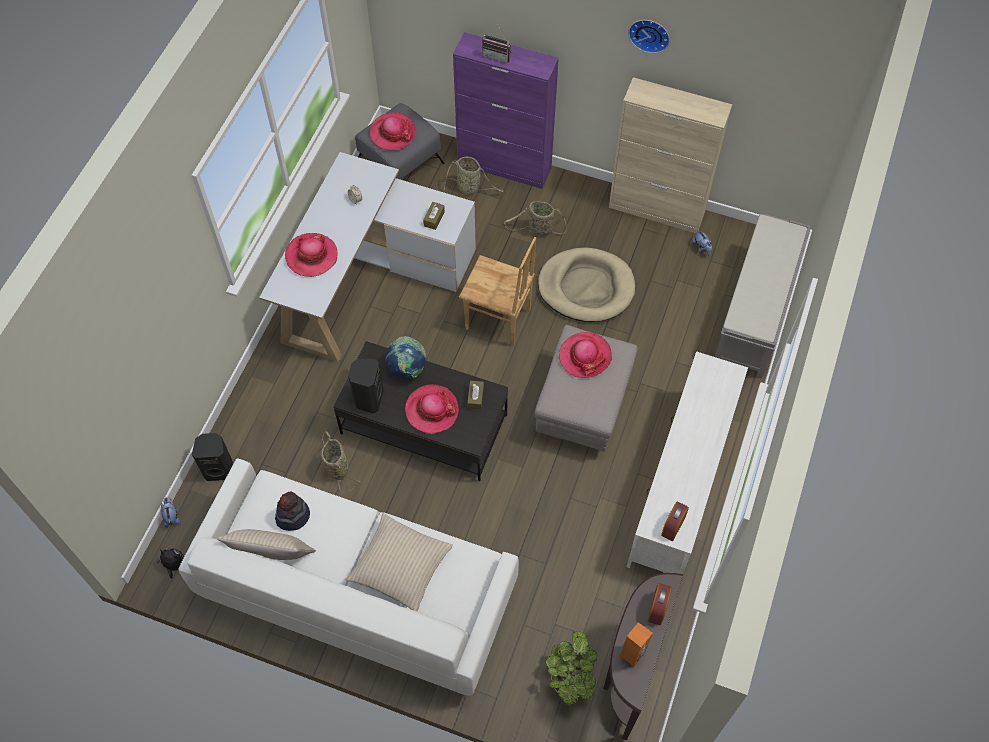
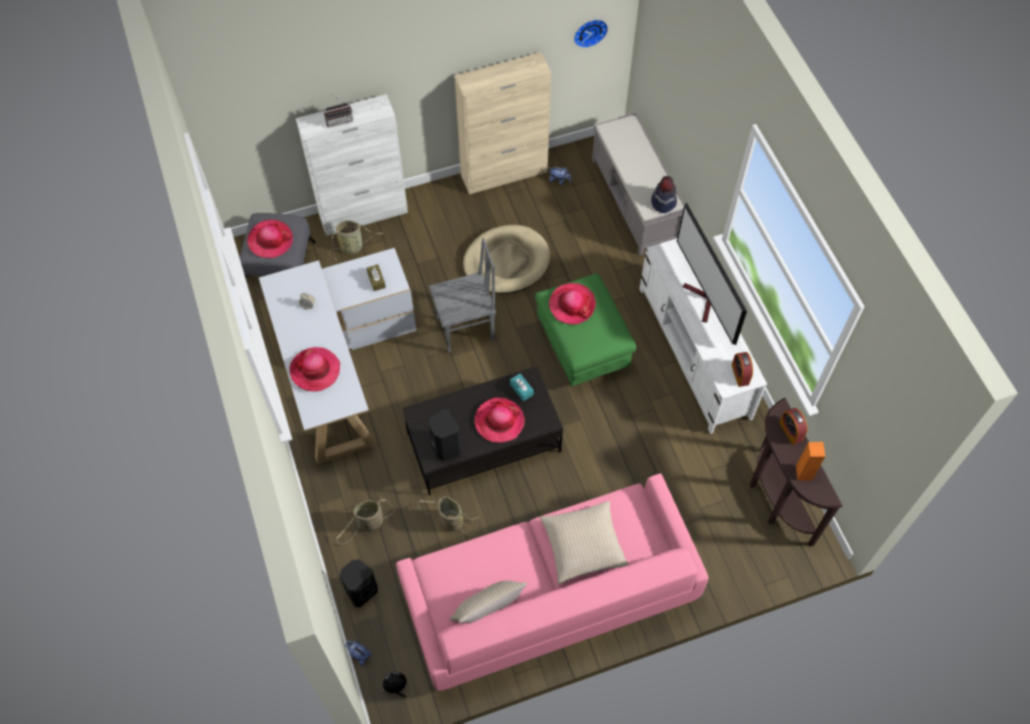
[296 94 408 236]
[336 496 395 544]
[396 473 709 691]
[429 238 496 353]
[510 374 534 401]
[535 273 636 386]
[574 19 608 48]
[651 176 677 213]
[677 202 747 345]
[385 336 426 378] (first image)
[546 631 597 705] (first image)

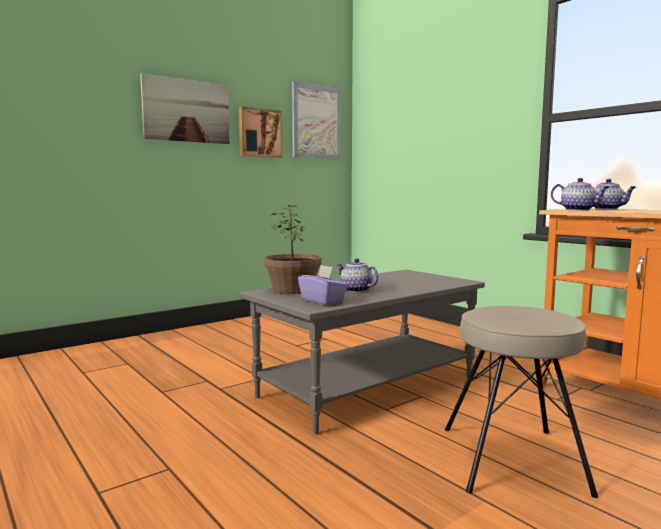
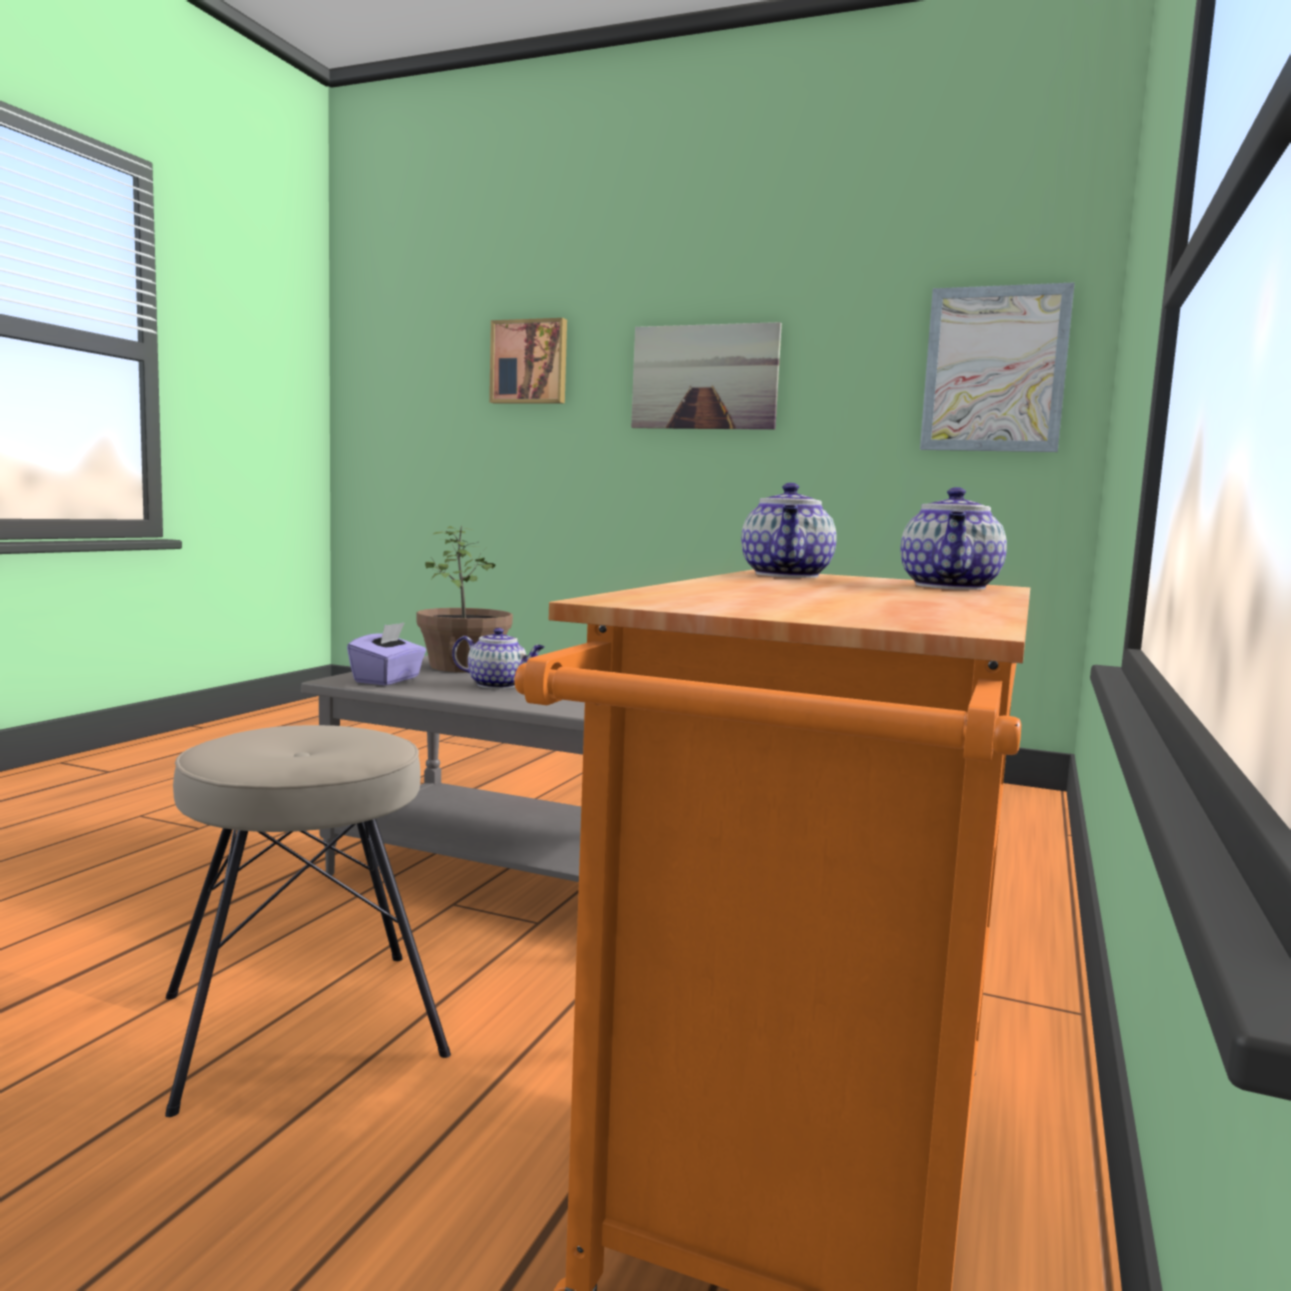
[452 628 545 689]
[489 318 567 404]

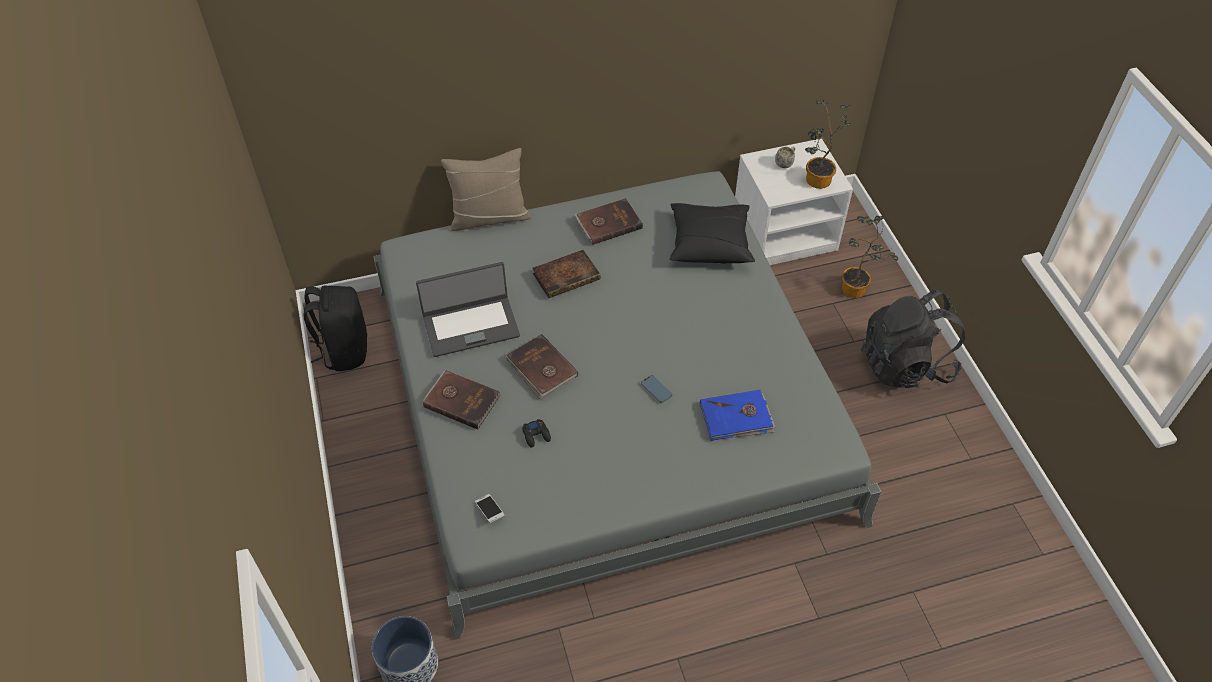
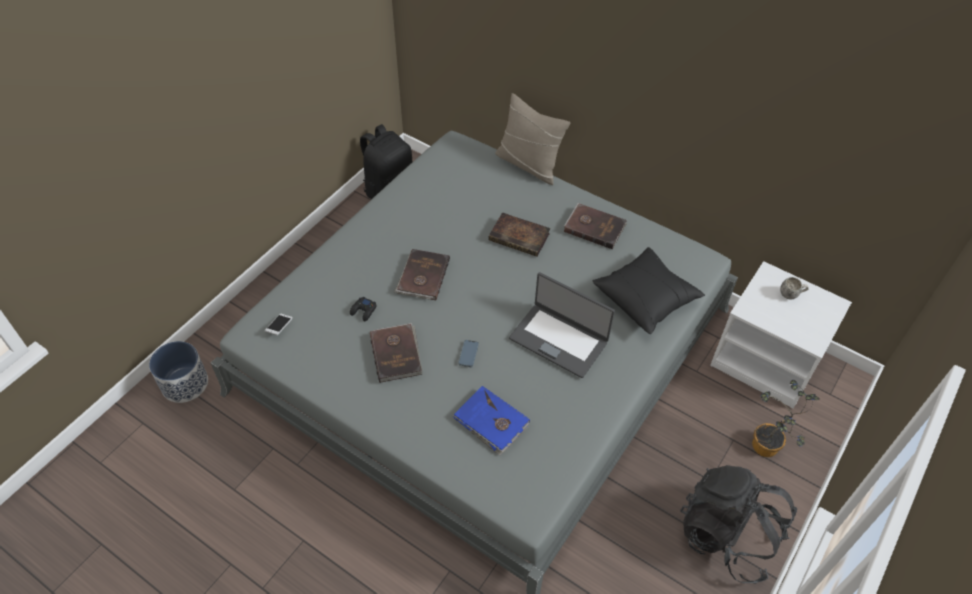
[370 323 422 383]
[509 272 615 378]
[805 100 851 189] (first image)

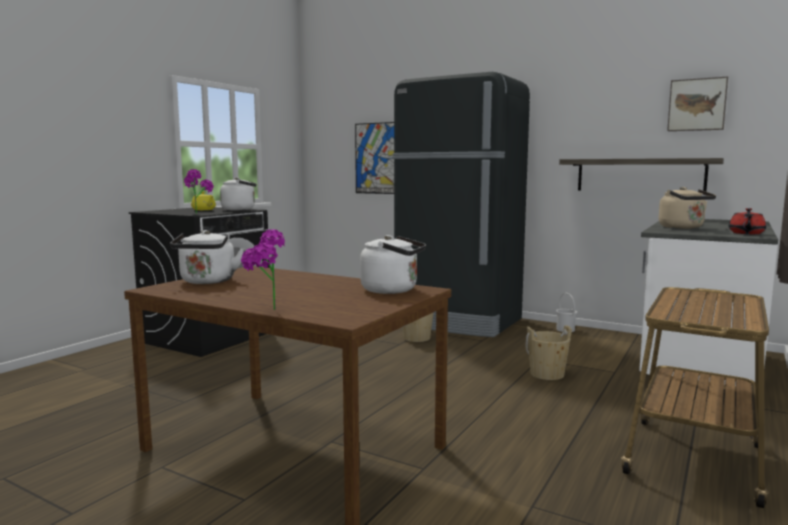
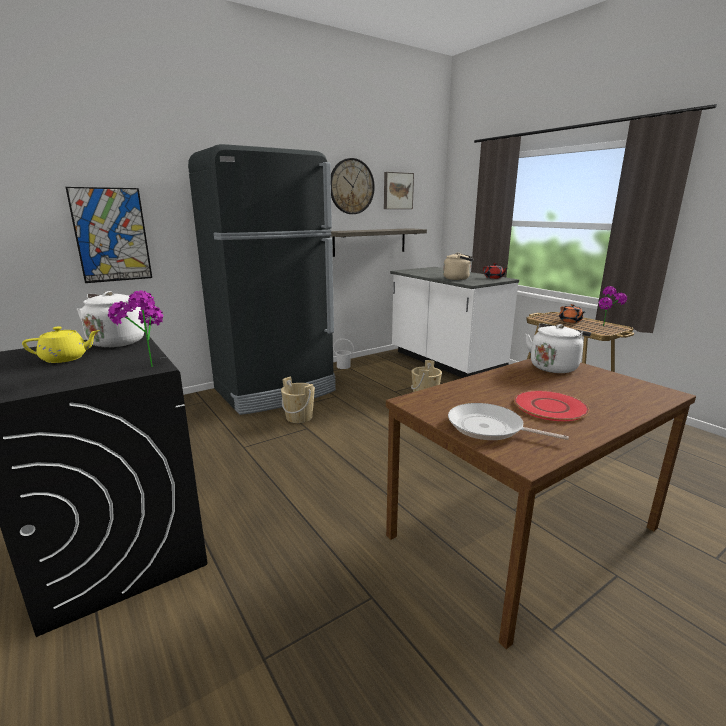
[331 158 375 214]
[448 403 569 440]
[514 390 589 421]
[559 304 584 323]
[599 286 627 326]

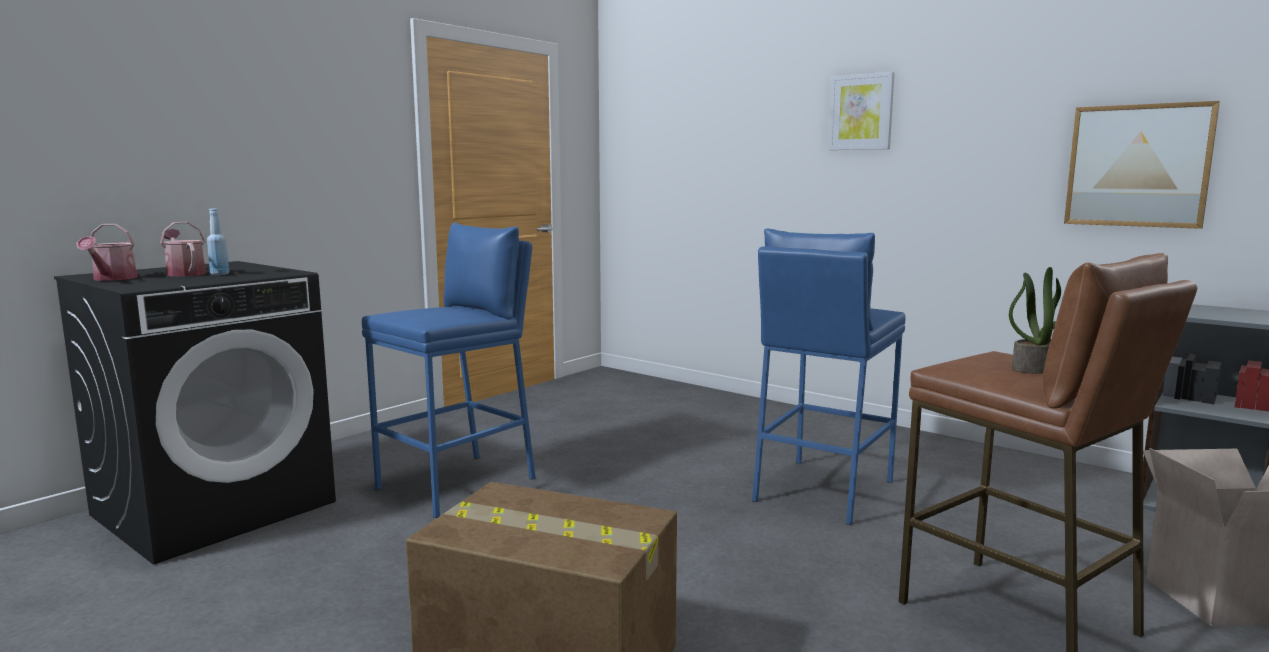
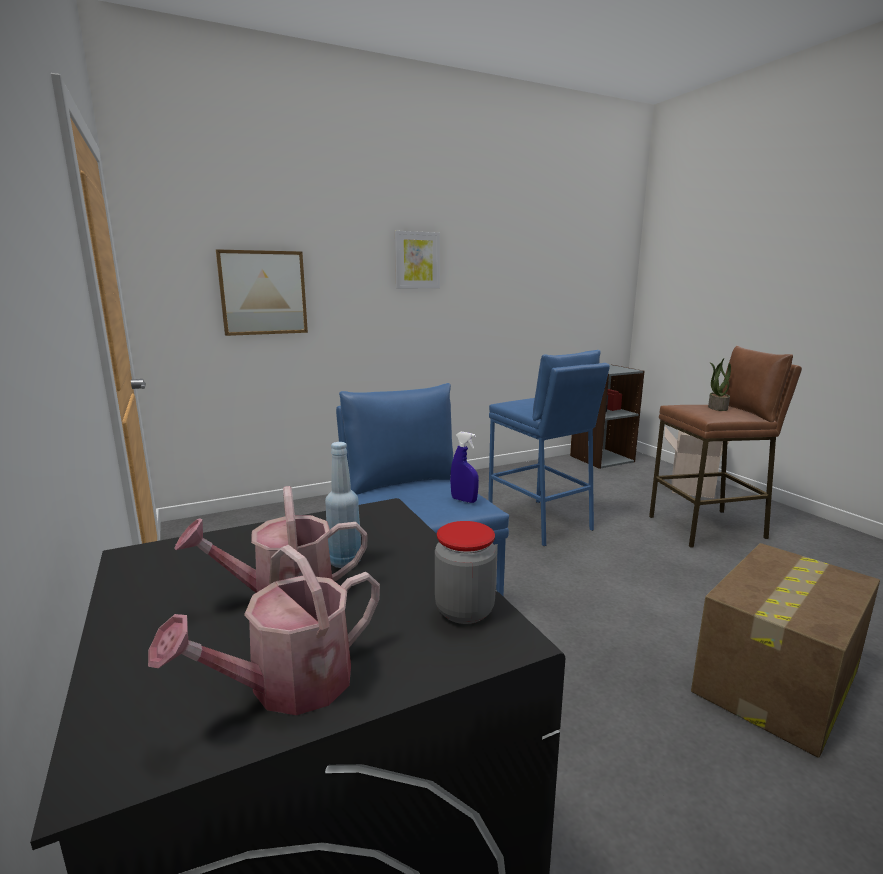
[148 545 380 715]
[216 249 308 336]
[435 521 497 624]
[450 432 479 503]

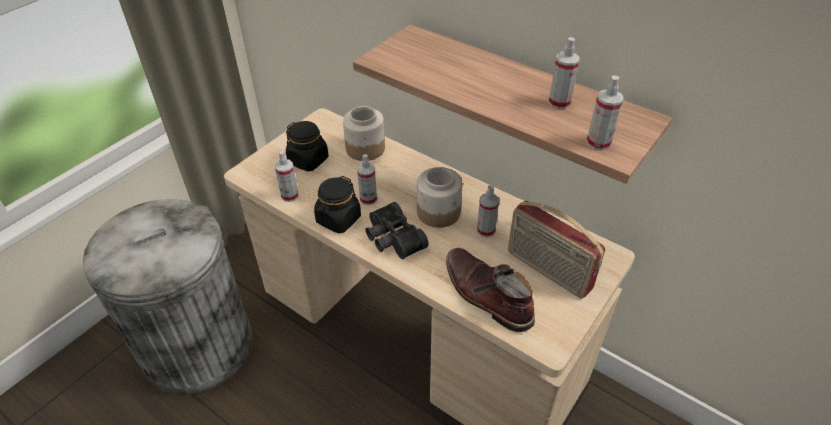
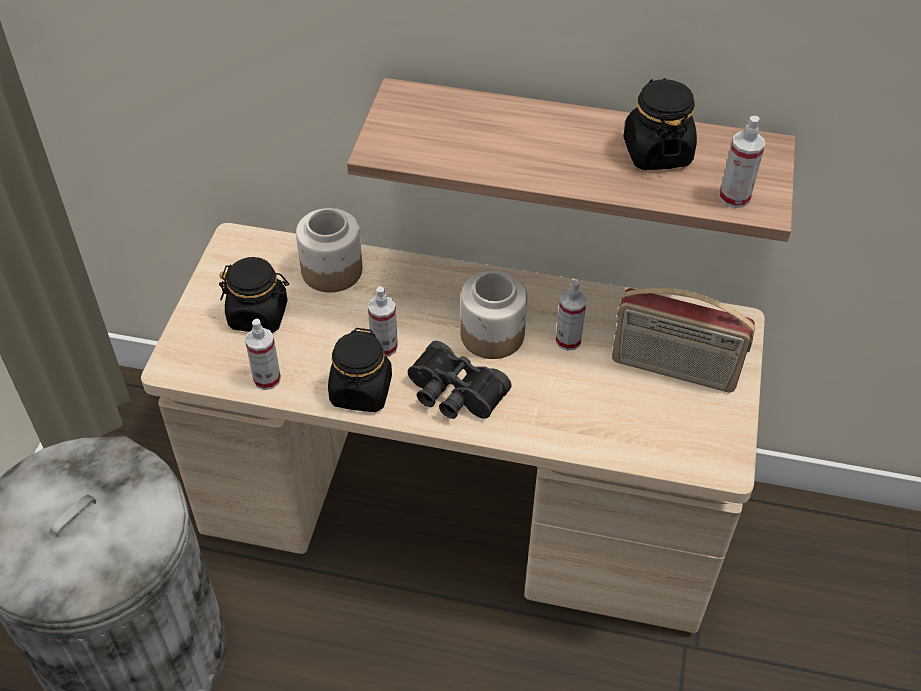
[623 78 697 170]
[446 248 535 332] (first image)

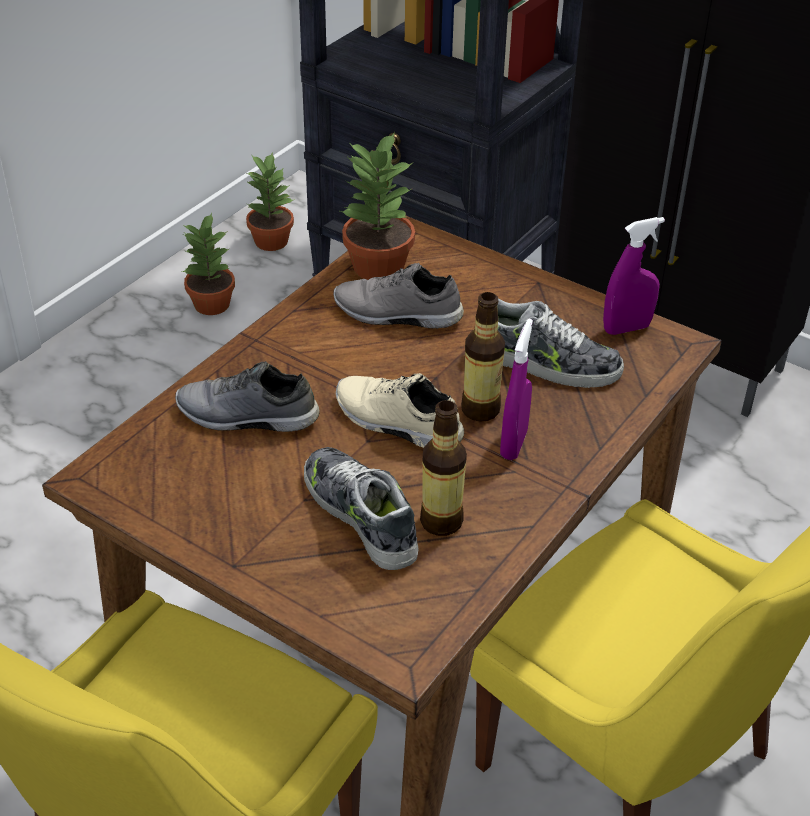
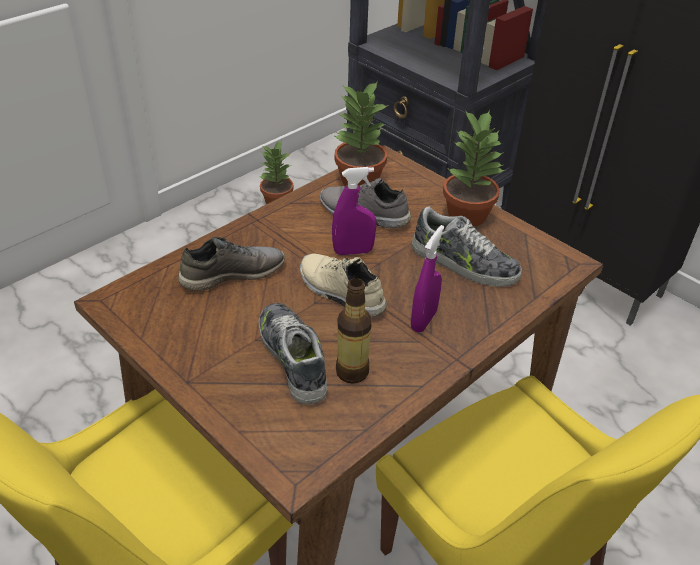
[178 237 285 291]
[332 167 377 255]
[443 110 505 227]
[461 292 505 422] (first image)

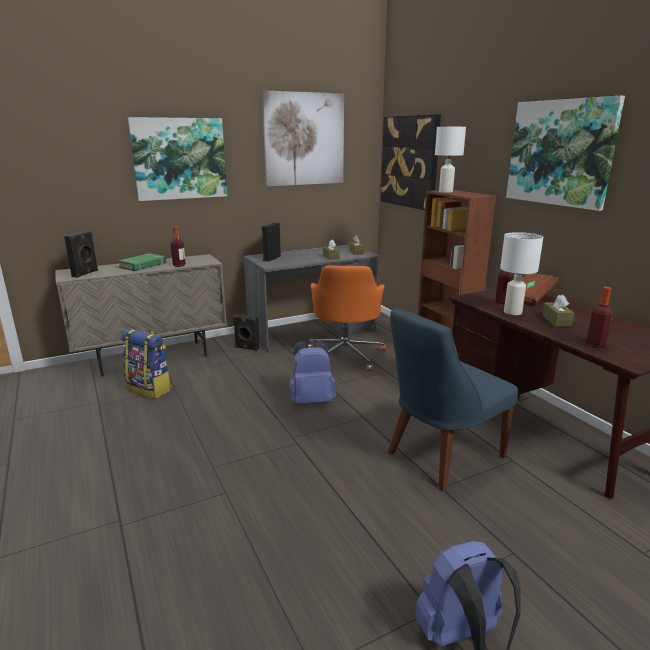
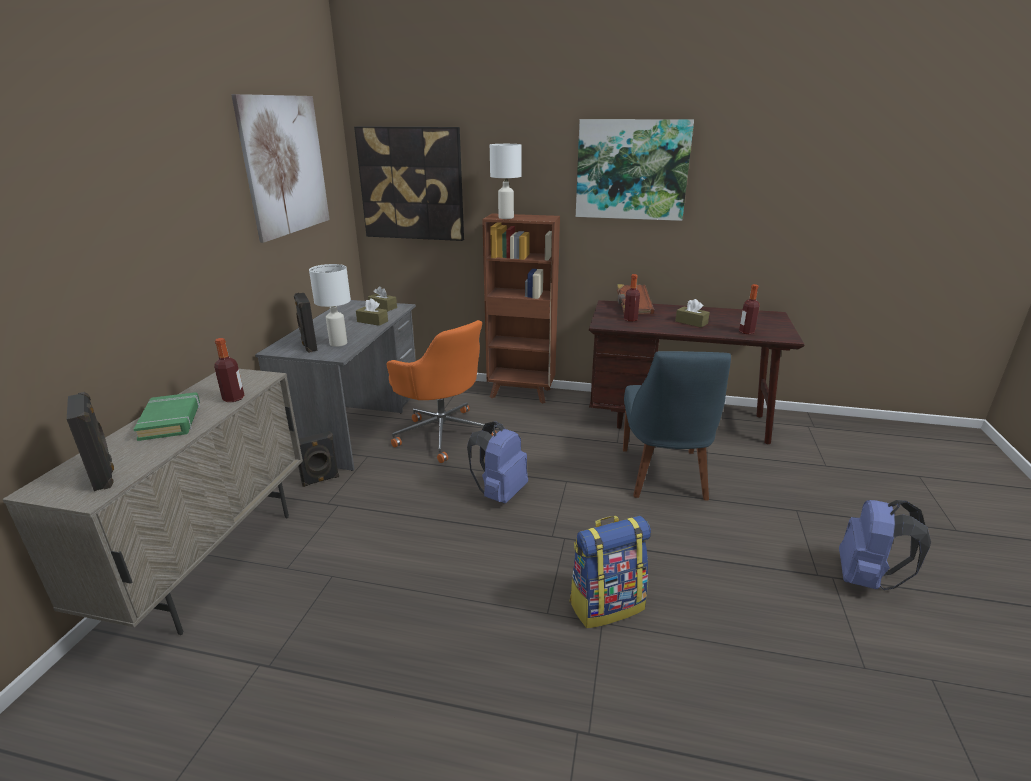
[309 264 351 347]
[569 516 651 628]
[128 117 227 201] (first image)

